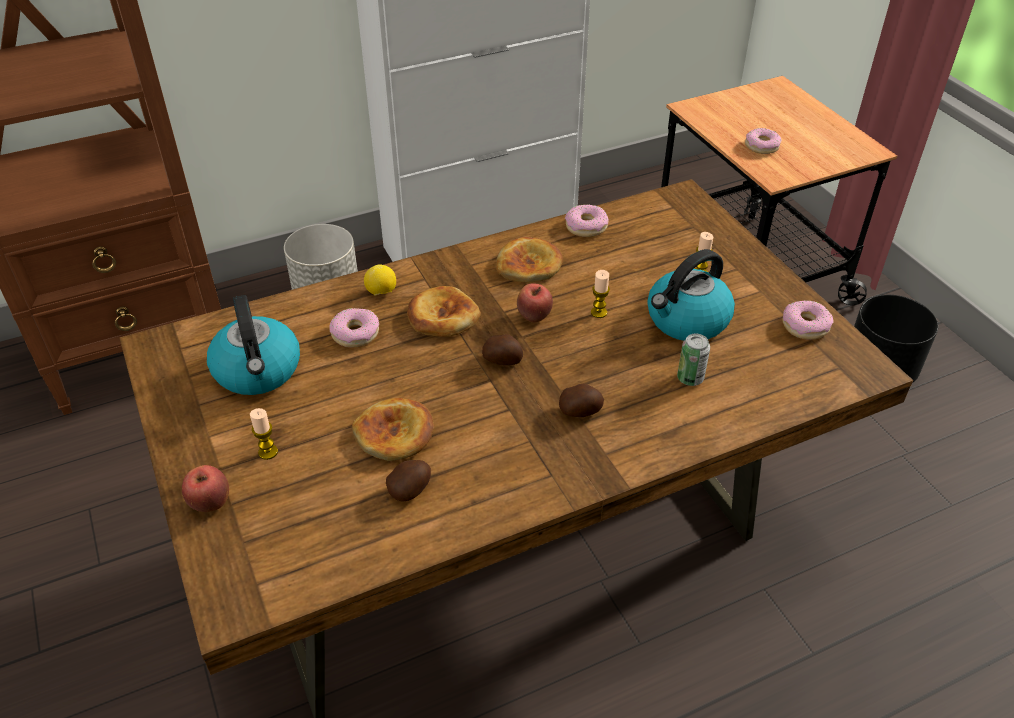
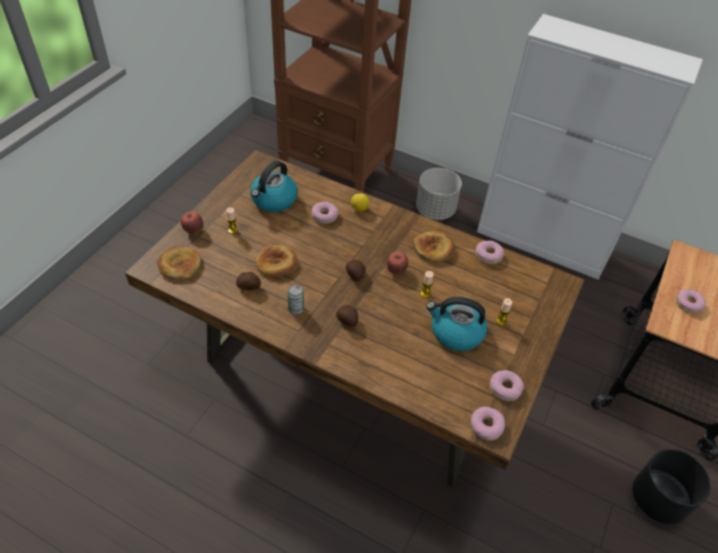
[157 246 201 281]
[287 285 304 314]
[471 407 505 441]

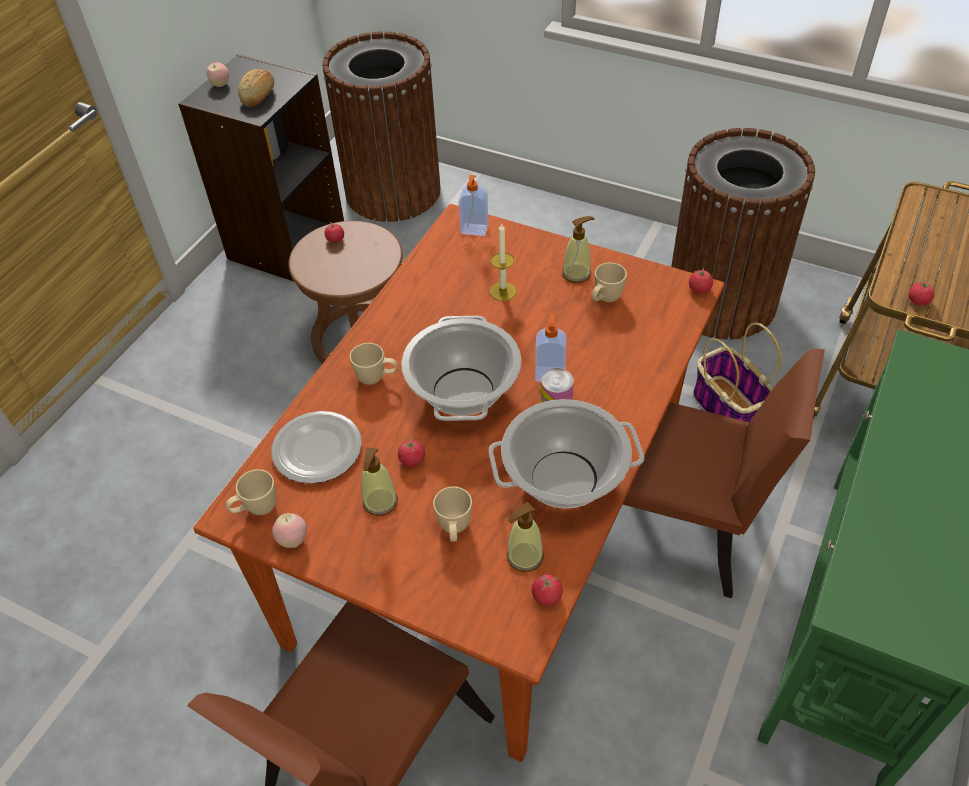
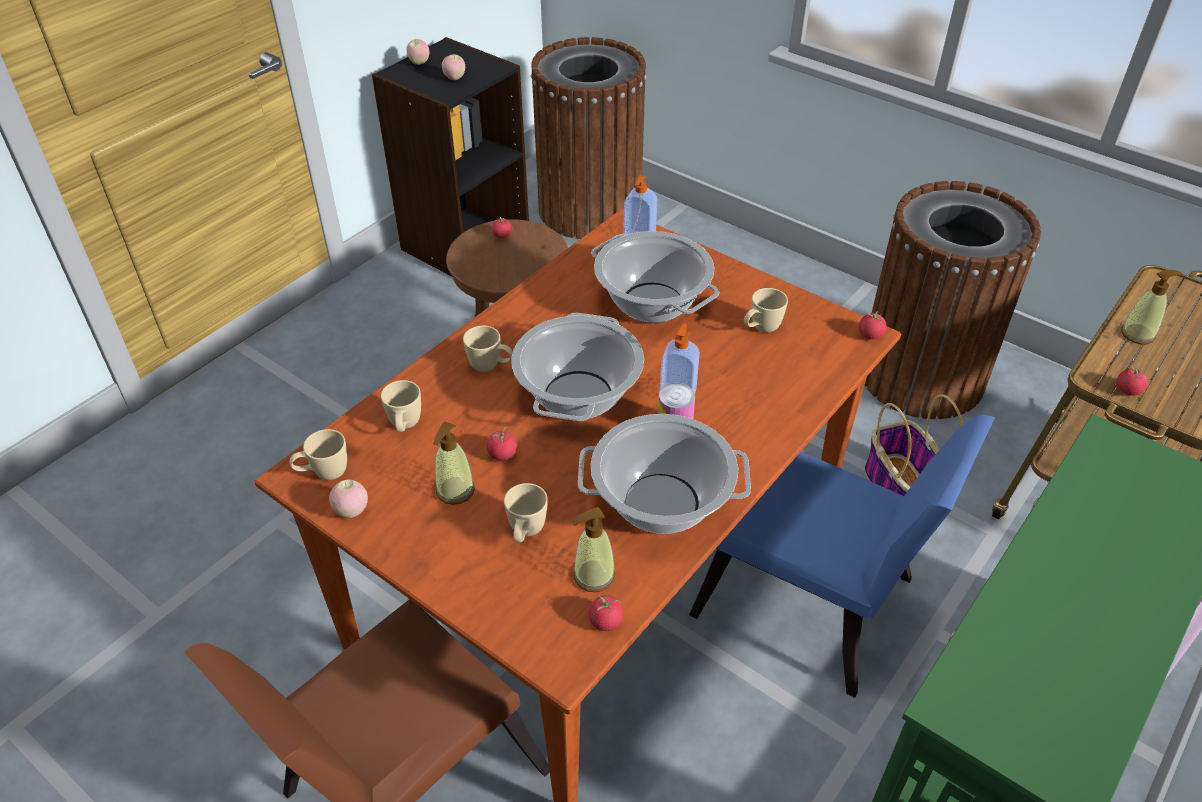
[381 380 421 432]
[442 53 465 80]
[591 231 719 323]
[689 415 995 698]
[1121 270 1183 345]

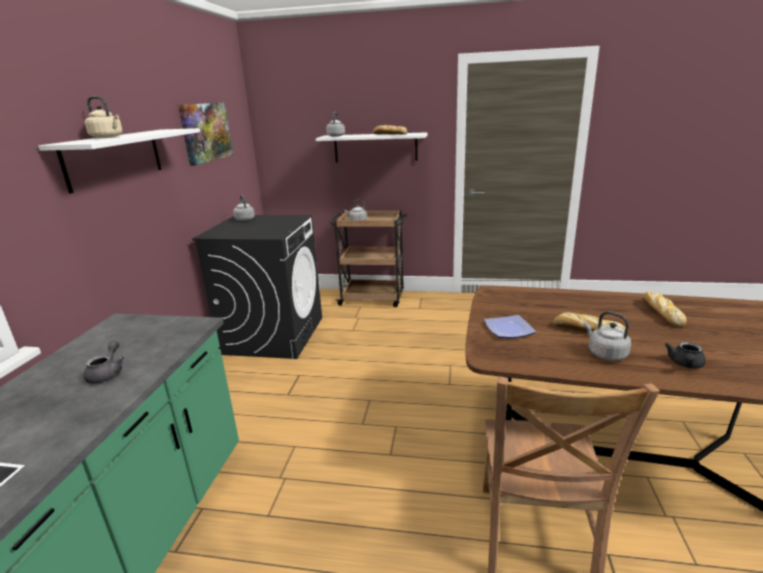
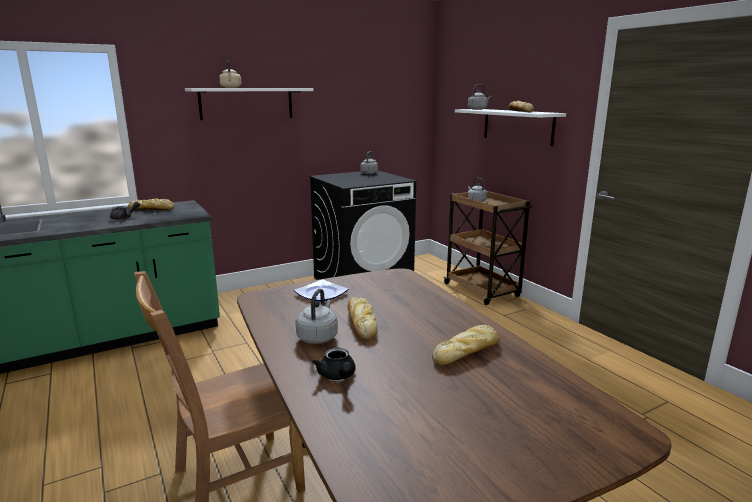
[128 199 174 210]
[312 348 356 380]
[178 103 233 166] (first image)

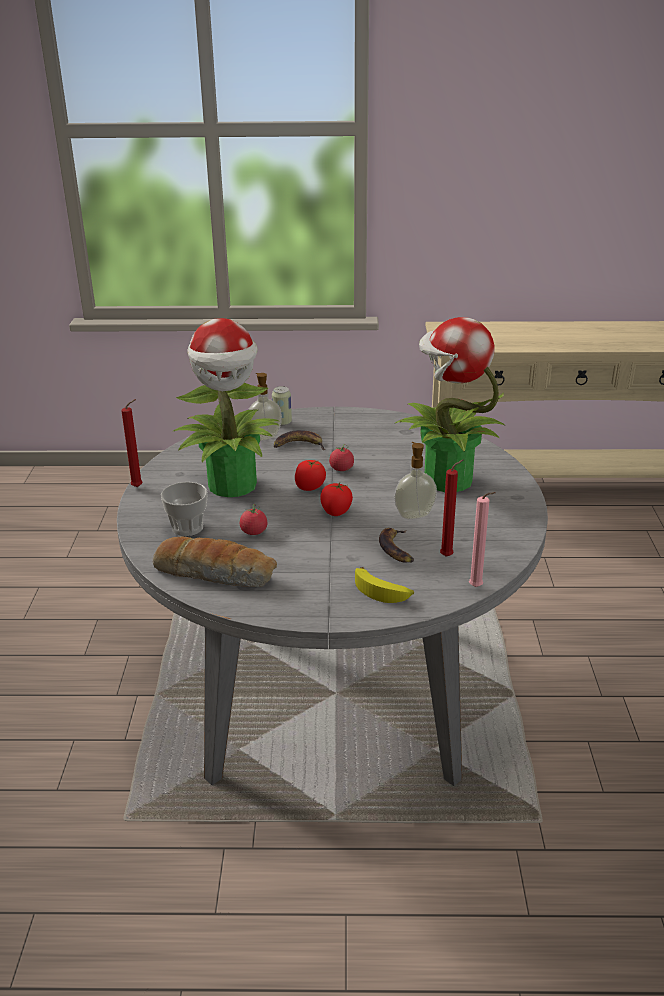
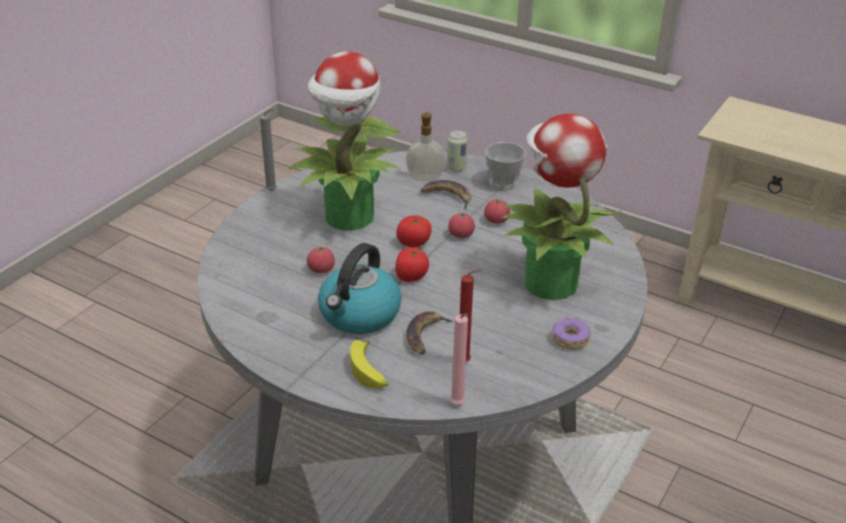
[260 109 277 191]
[318 243 402 334]
[484 196 510 224]
[485 142 526 190]
[552 317 591 350]
[153 537 277 587] (first image)
[394 442 437 519] (first image)

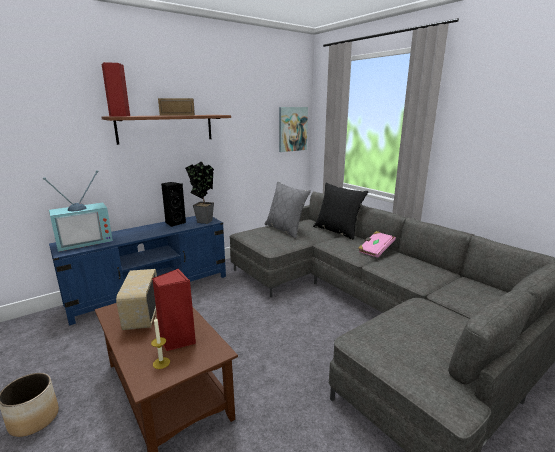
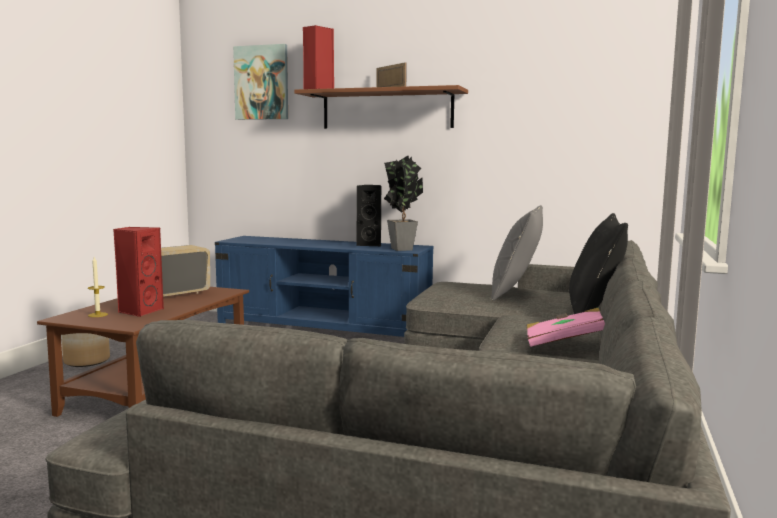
[233 44 288 120]
[43 170 113 252] (first image)

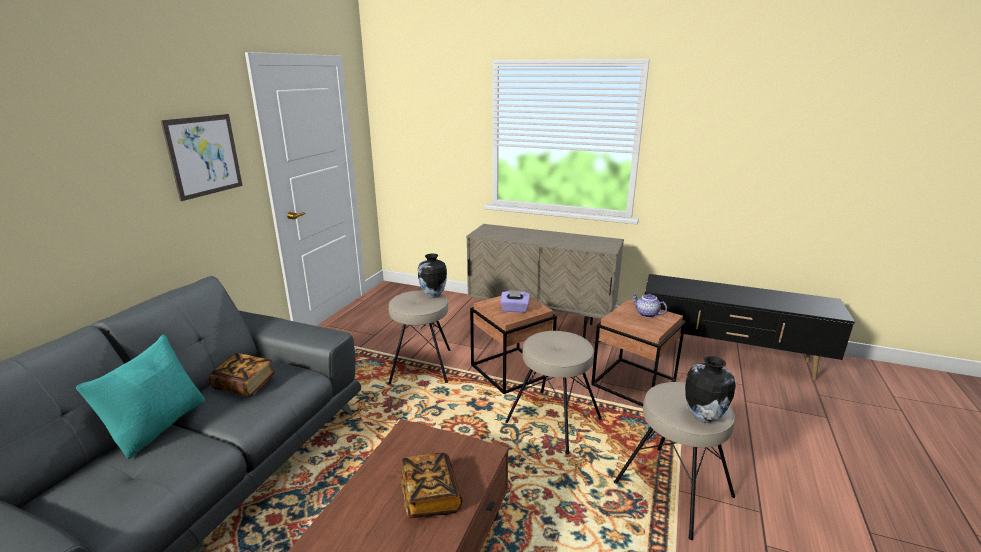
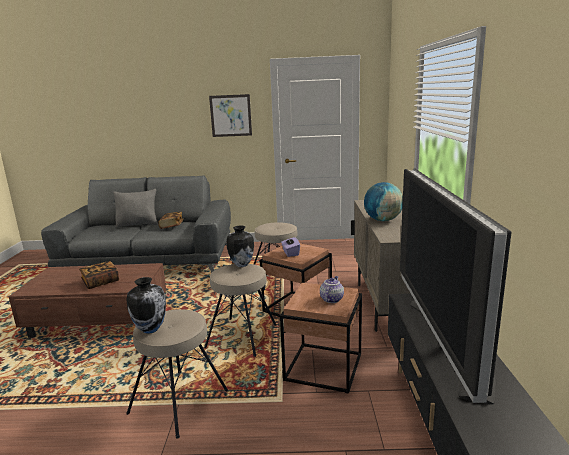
[113 189 158 227]
[227 226 254 267]
[364 182 403 221]
[400 169 512 405]

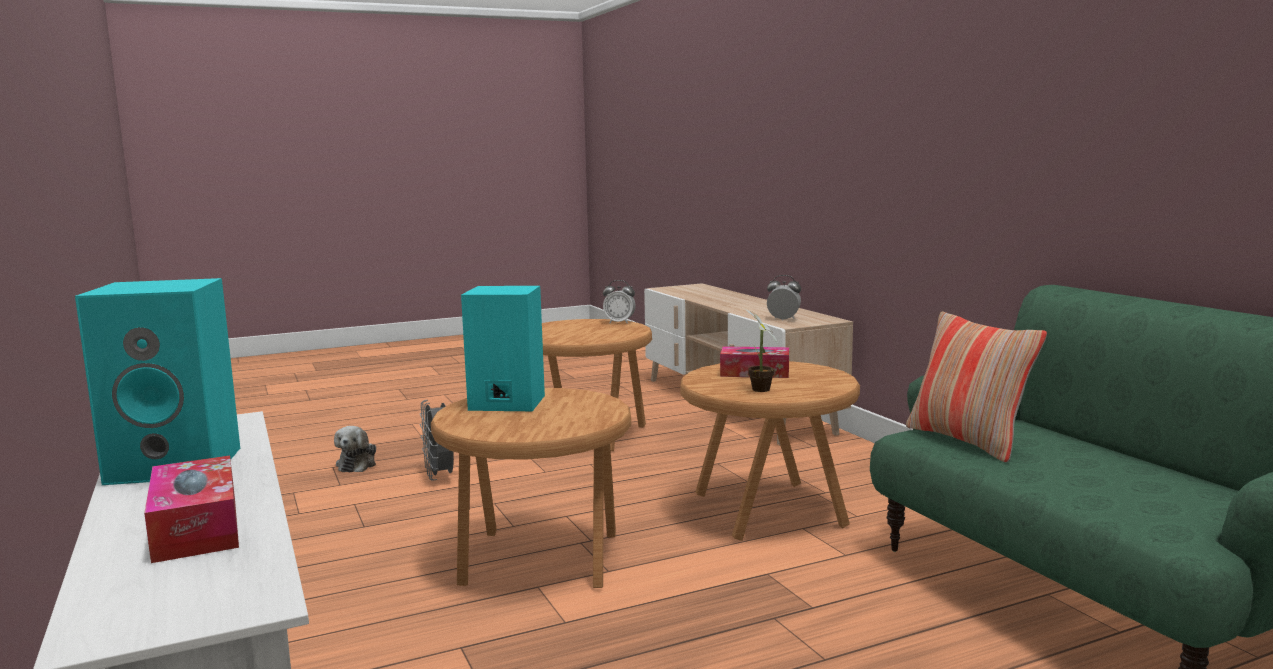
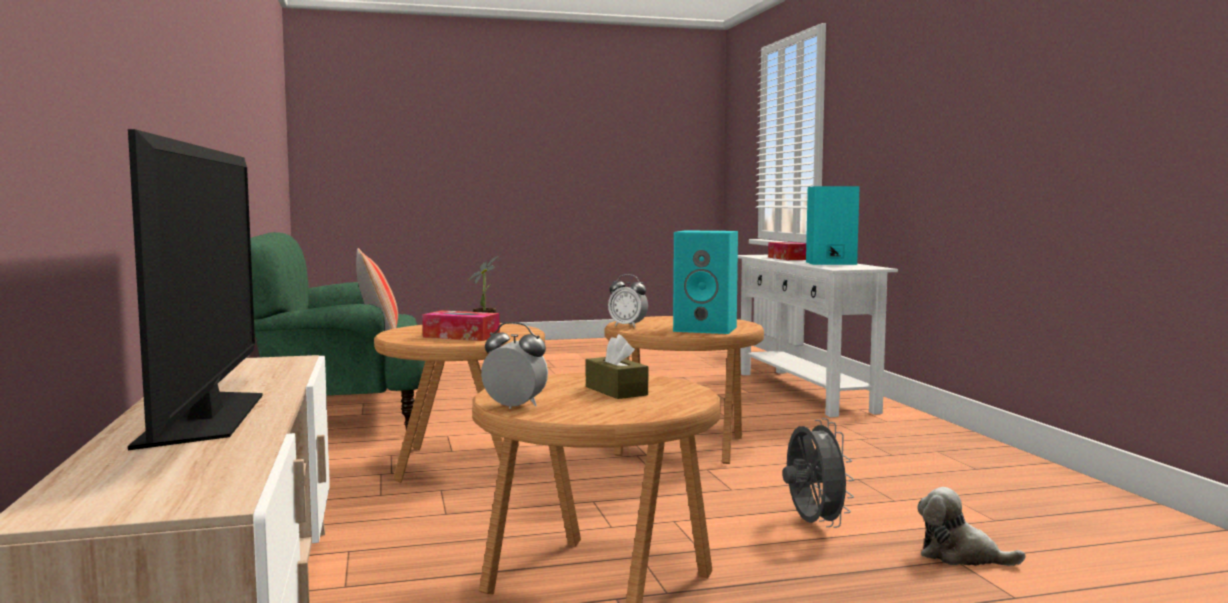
[128 129 263 450]
[586 334 648 399]
[608 274 648 327]
[918 487 1025 566]

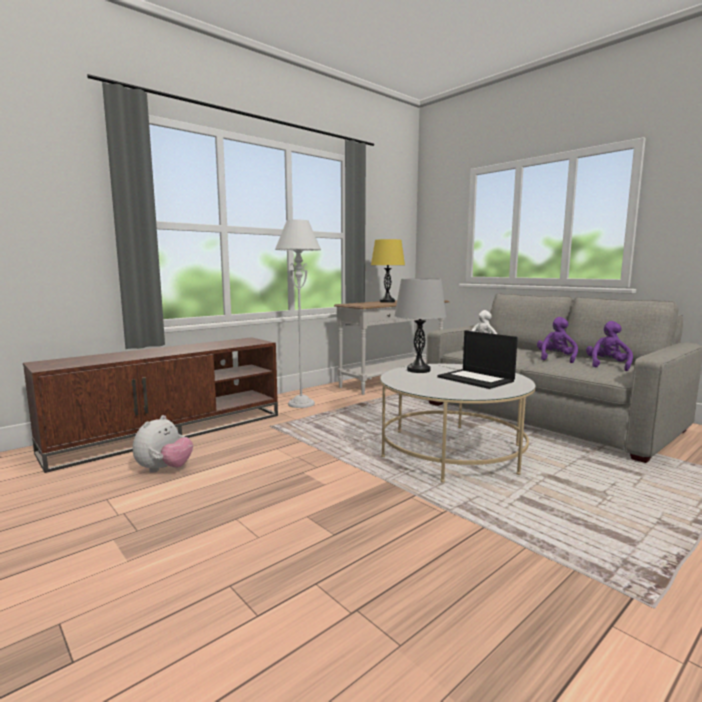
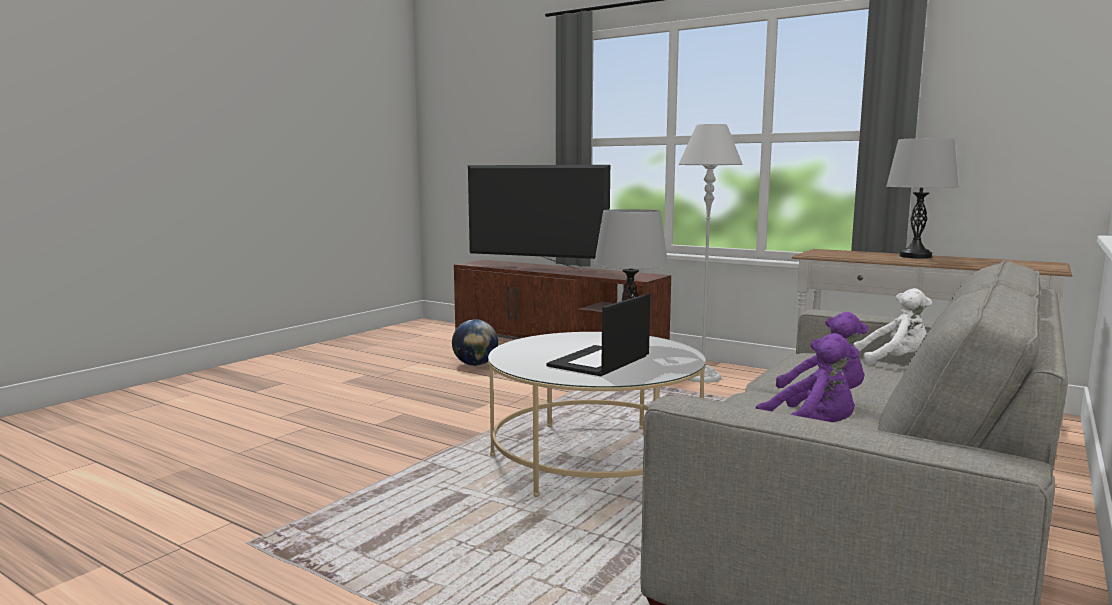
[452 319 498 366]
[468 165 610 270]
[886 138 959 259]

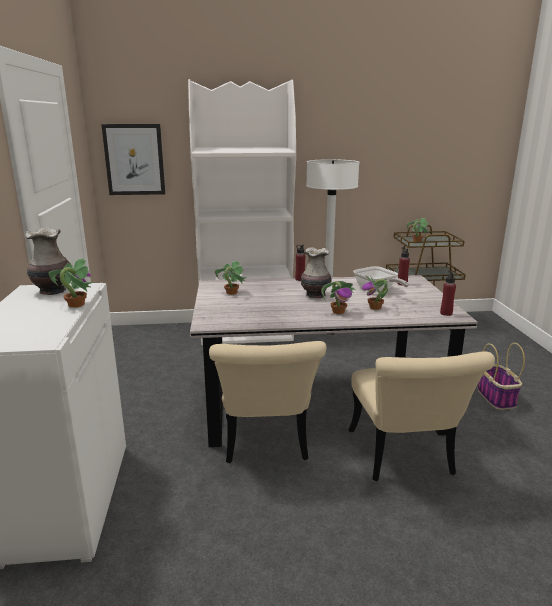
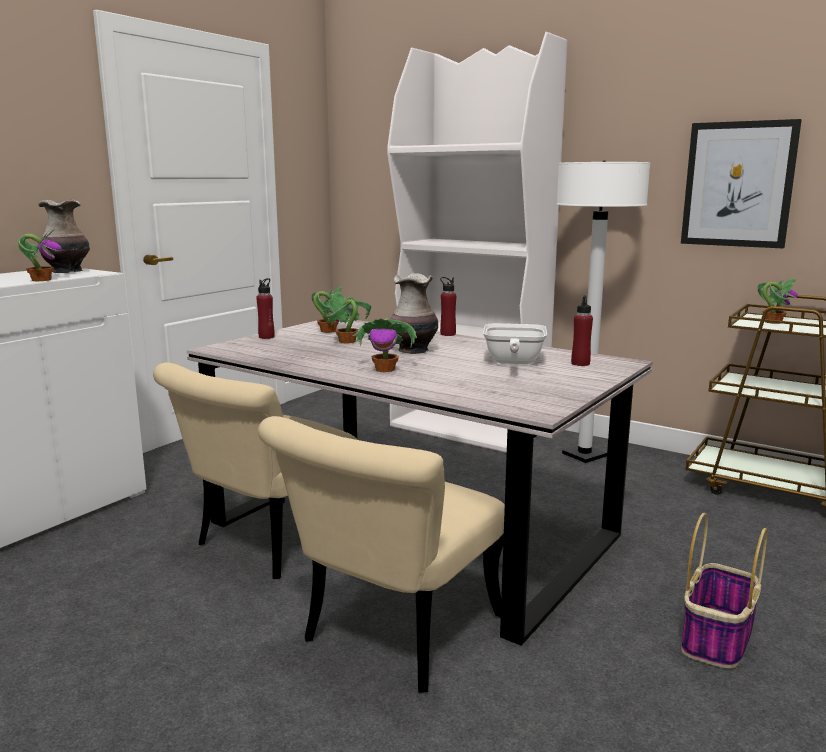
[256 278 275 339]
[324 292 371 343]
[681 119 802 249]

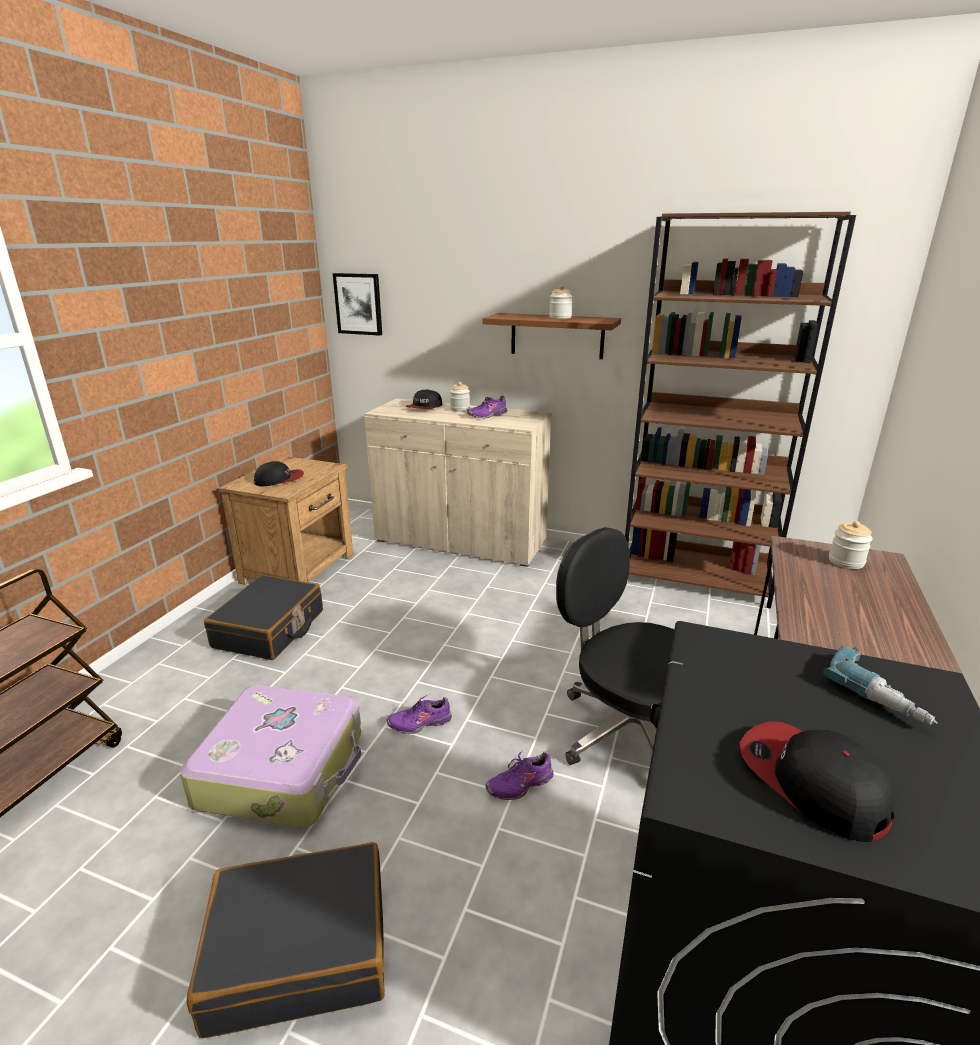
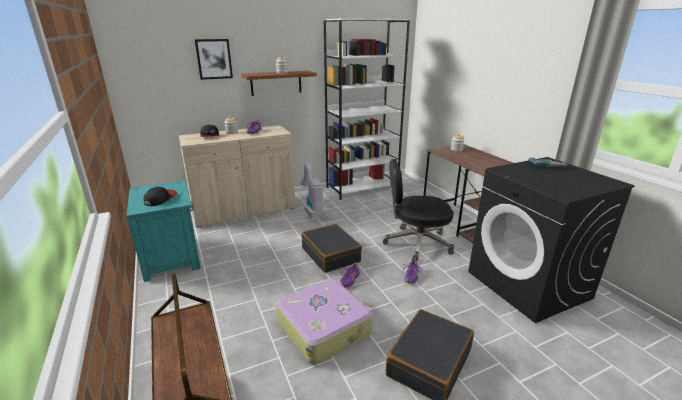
[126 180 201 282]
[195 39 233 80]
[300 163 328 219]
[301 224 362 273]
[324 18 410 200]
[740 721 894 842] (first image)

